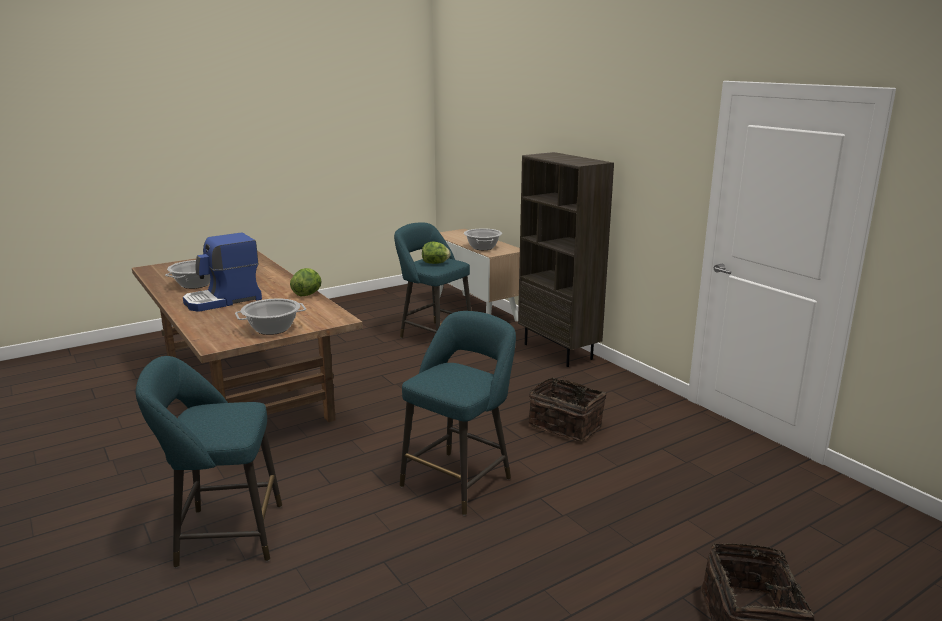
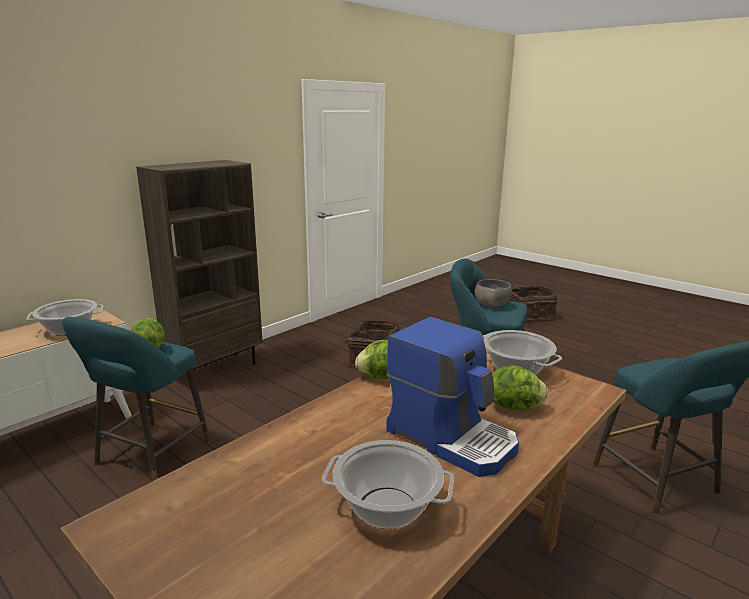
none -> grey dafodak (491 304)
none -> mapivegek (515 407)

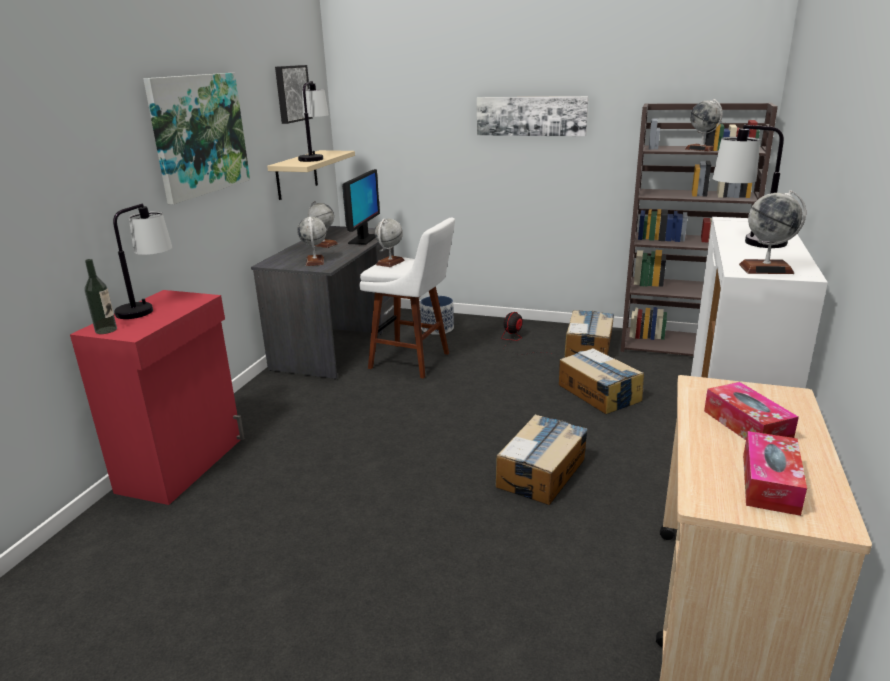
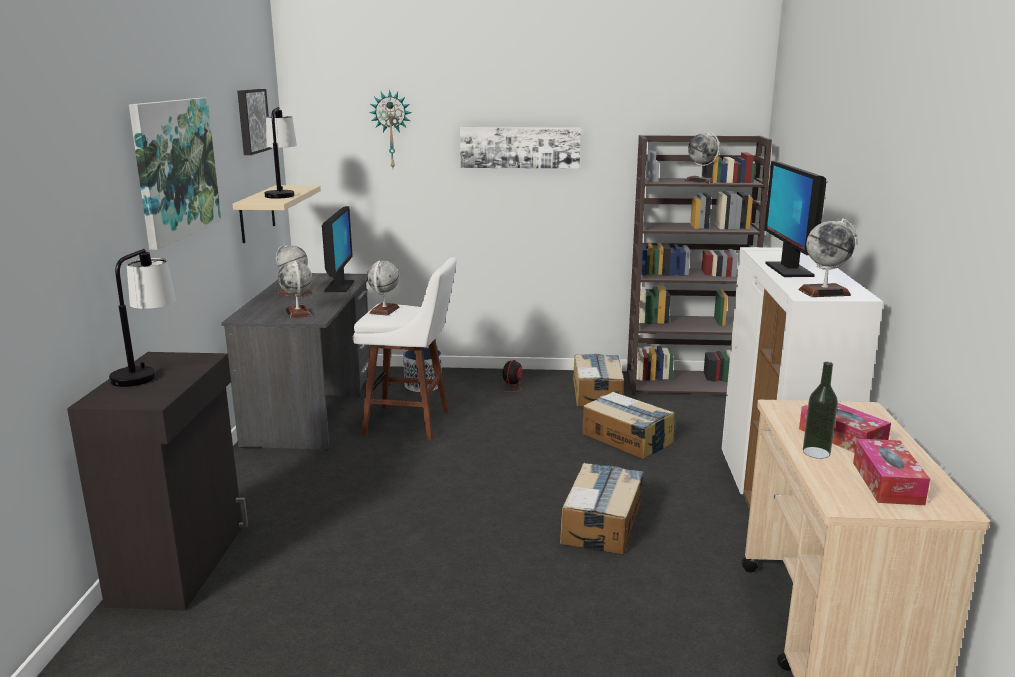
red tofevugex (184 464) -> black tofevugex (182 563)
none -> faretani (391 130)
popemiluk (745 242) -> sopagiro (788 270)
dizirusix (106 330) -> dizirusix (816 452), moved

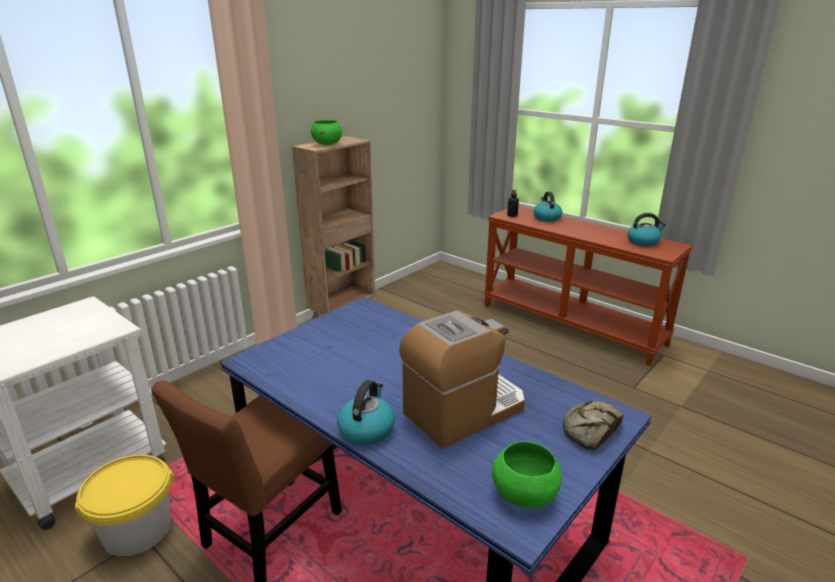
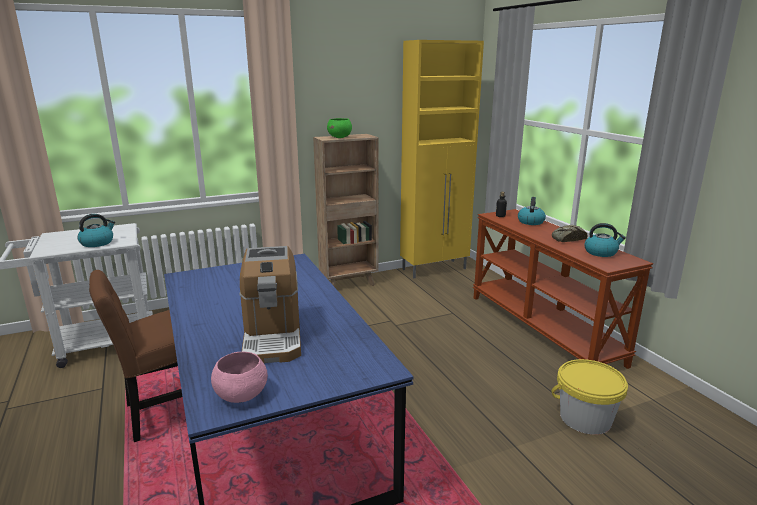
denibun (367 429) -> denibun (97 243), moved
green dafodak (524 495) -> pink dafodak (240 395)
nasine (464 411) -> nasine (273 336), 90 degrees clockwise
none -> yellow tofevugex (435 269)
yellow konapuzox (137 530) -> yellow konapuzox (585 418), moved
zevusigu (590 430) -> zevusigu (567 238), moved

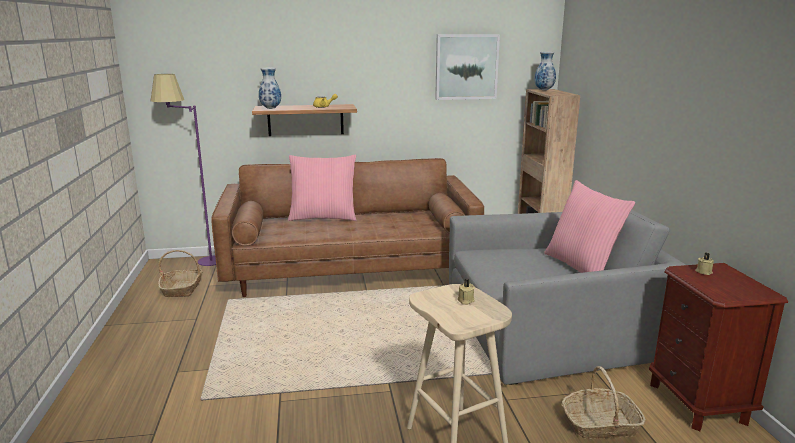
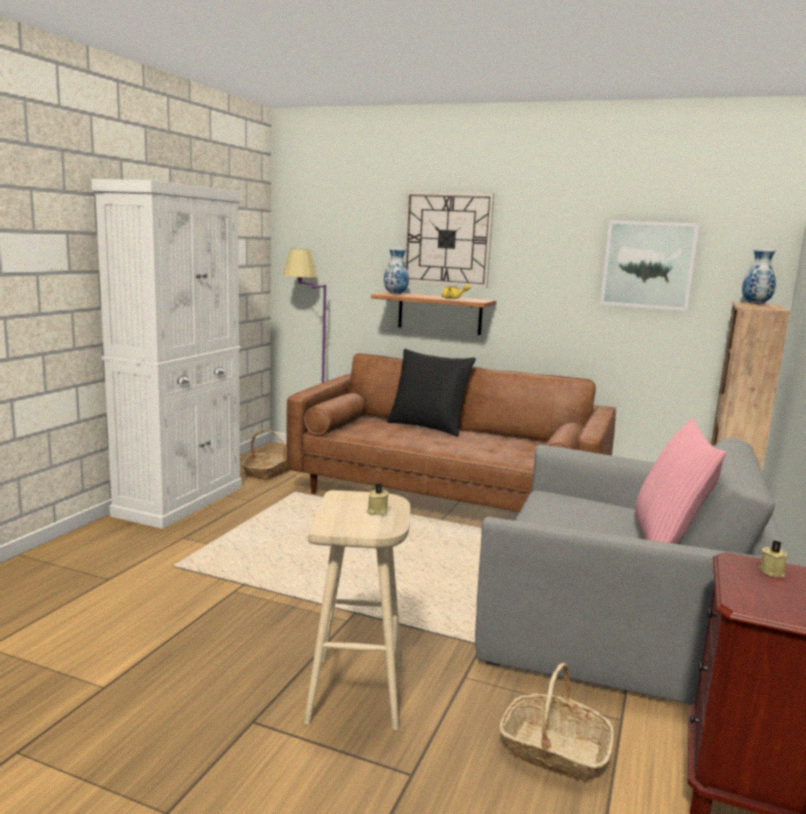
none -> white tofevugex (180 501)
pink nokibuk (323 217) -> black nokibuk (428 427)
none -> faretani (447 239)

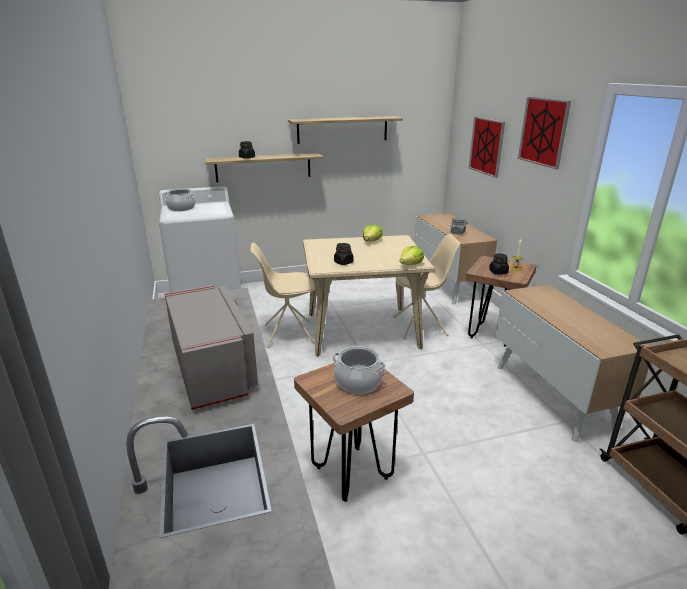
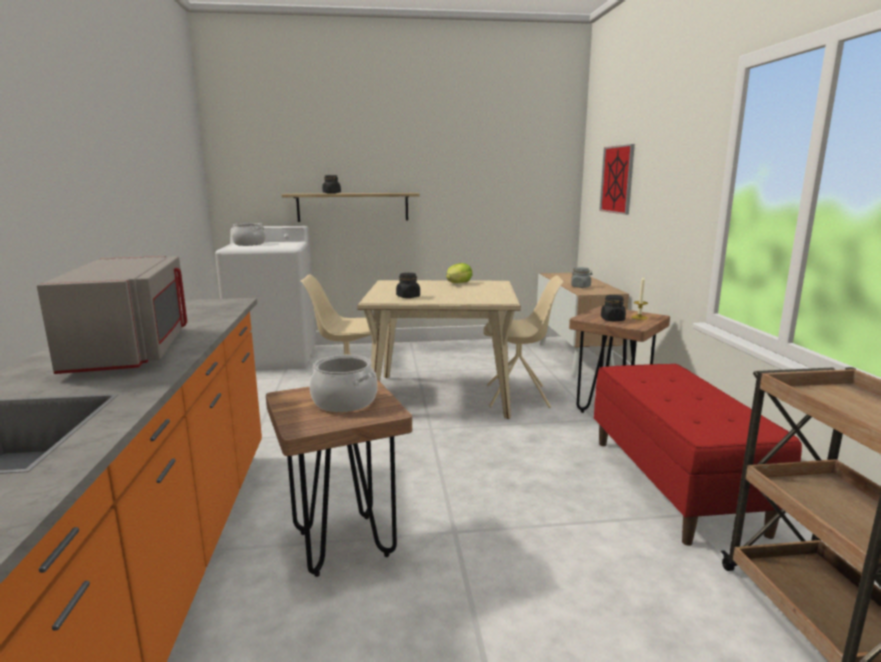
tofevugex (553 396) -> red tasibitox (674 483)
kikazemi (342 129) -> none
mapivegek (410 264) -> none
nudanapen (543 132) -> none

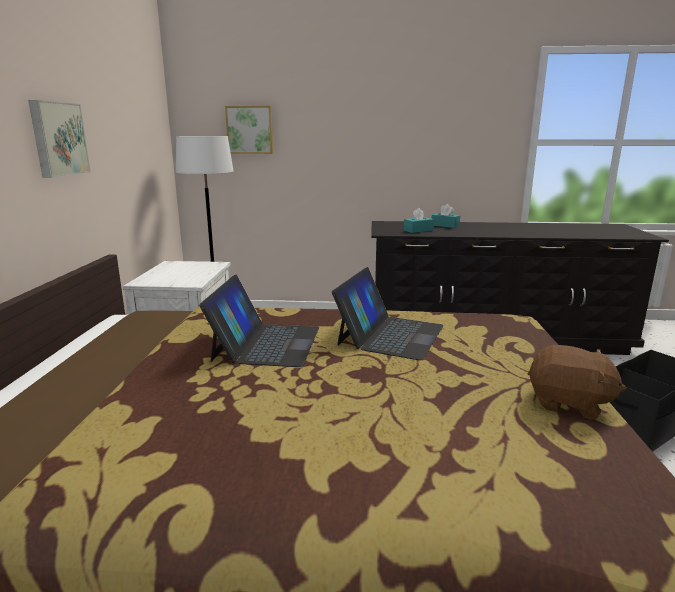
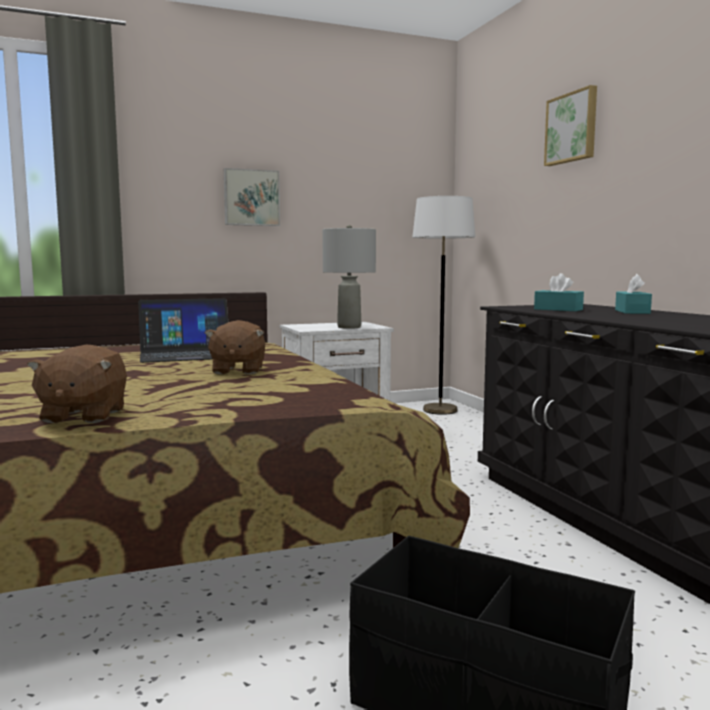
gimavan (390 335) -> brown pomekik (237 370)
none -> grey popemiluk (349 327)
nudanapen (250 130) -> nudanapen (572 128), moved

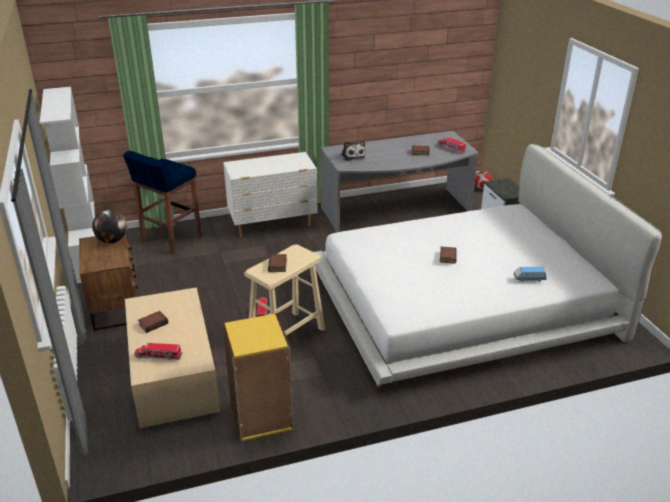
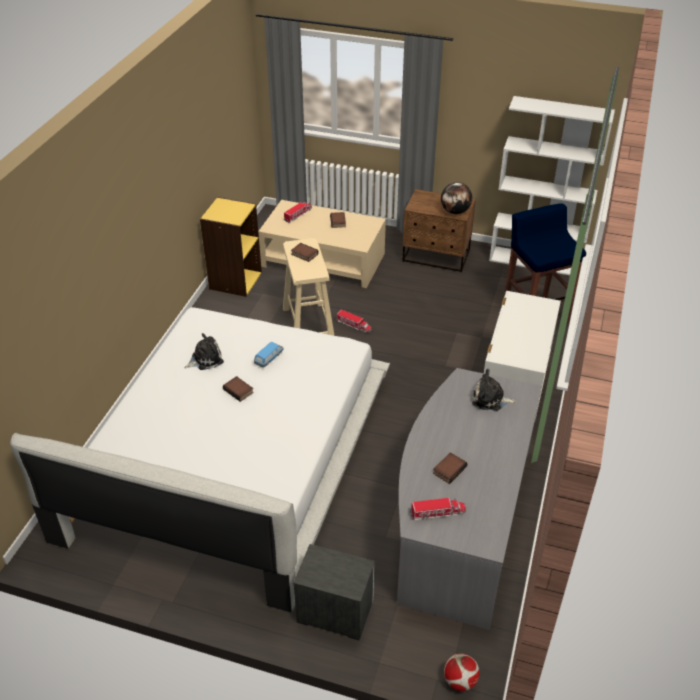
none -> pomekik (205 359)
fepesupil (529 278) -> fepesupil (269 358), moved

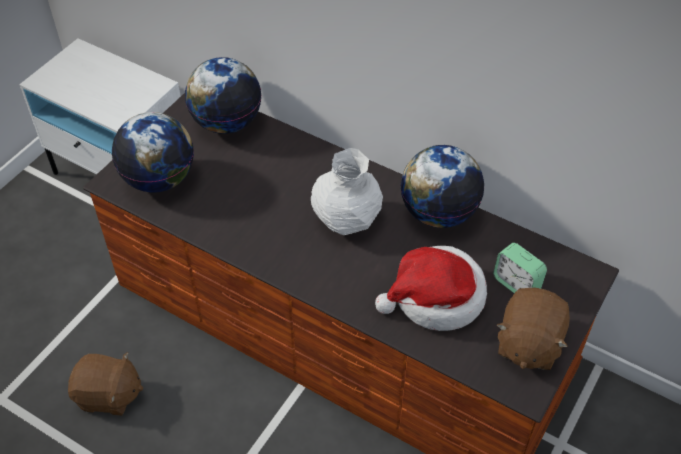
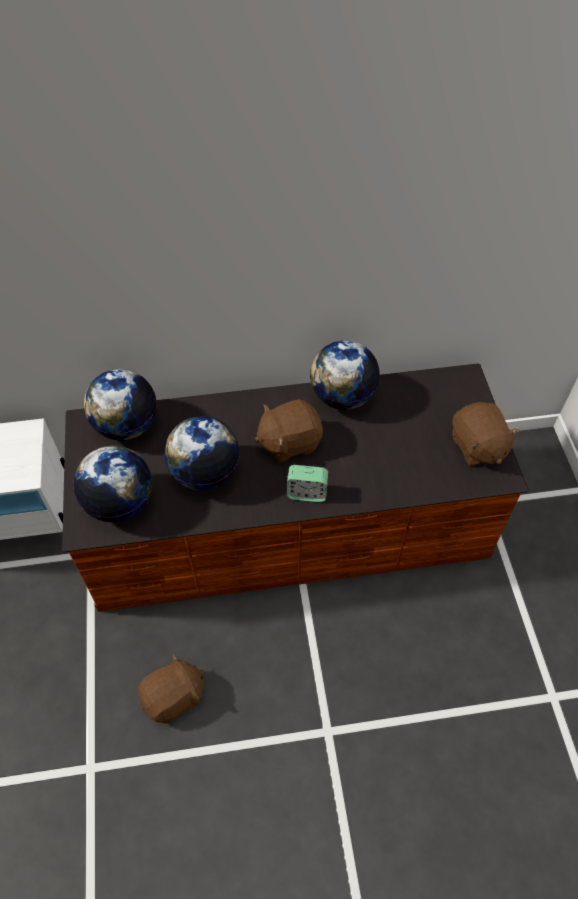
none -> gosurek (205 473)
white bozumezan (347 220) -> brown pomekik (289 442)
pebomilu (516 284) -> pebomilu (307 493), moved
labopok (435 298) -> none

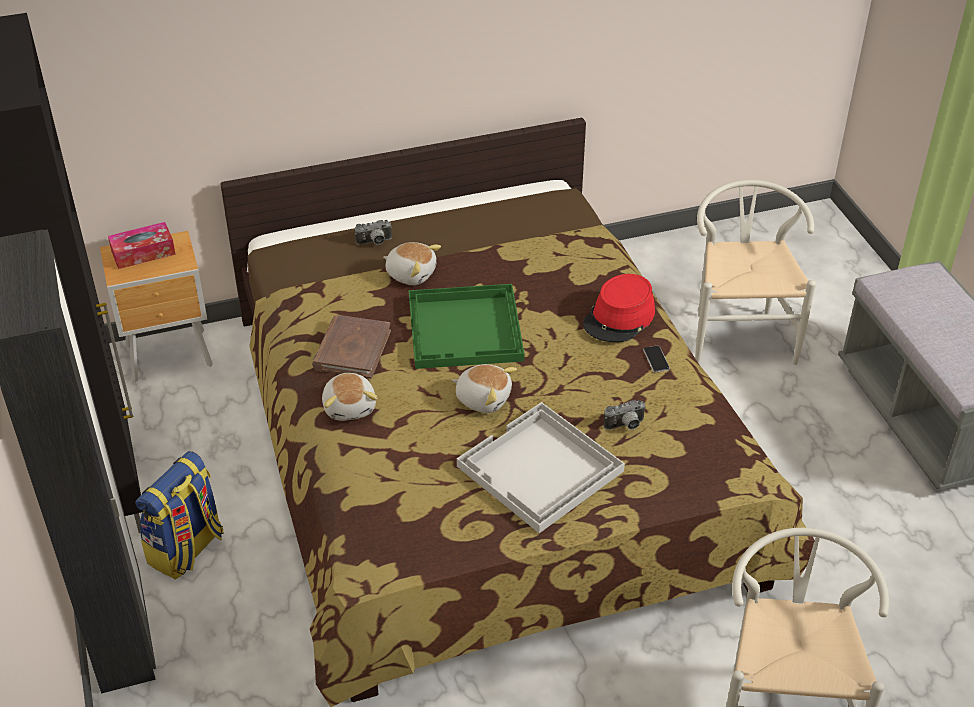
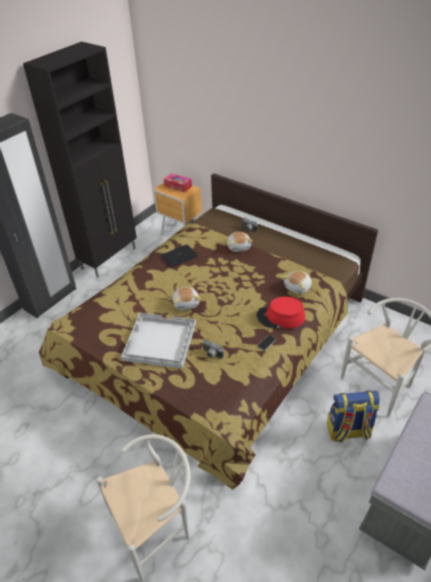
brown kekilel (352 350) -> gimavan (179 256)
pomekik (350 406) -> pomekik (298 287), moved
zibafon (187 550) -> zibafon (348 431), moved
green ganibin (466 329) -> none

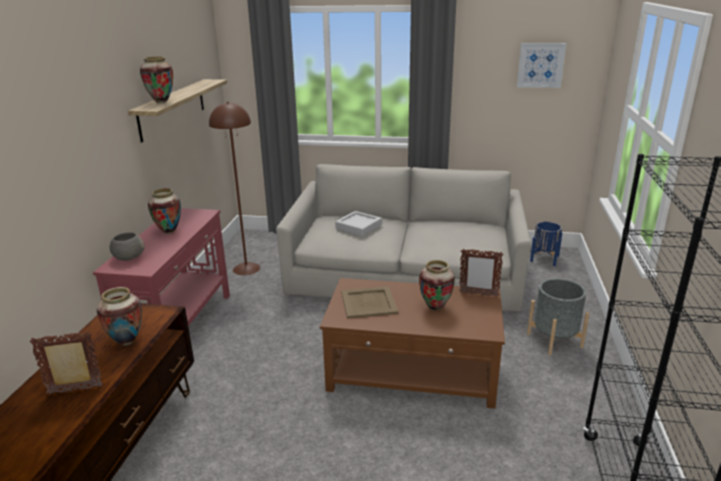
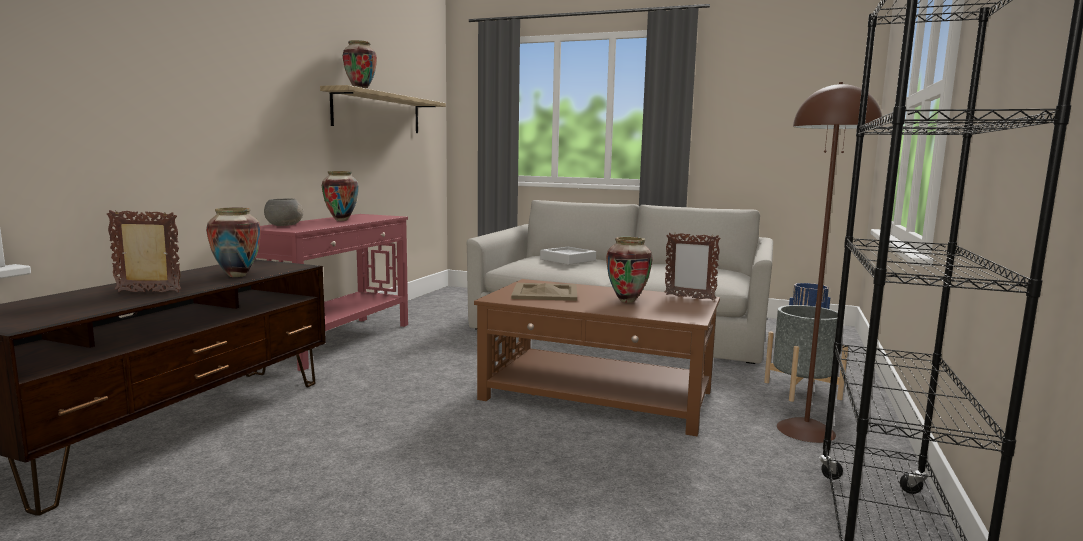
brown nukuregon (246 268) -> brown nukuregon (806 430), moved
nudanapen (540 65) -> none

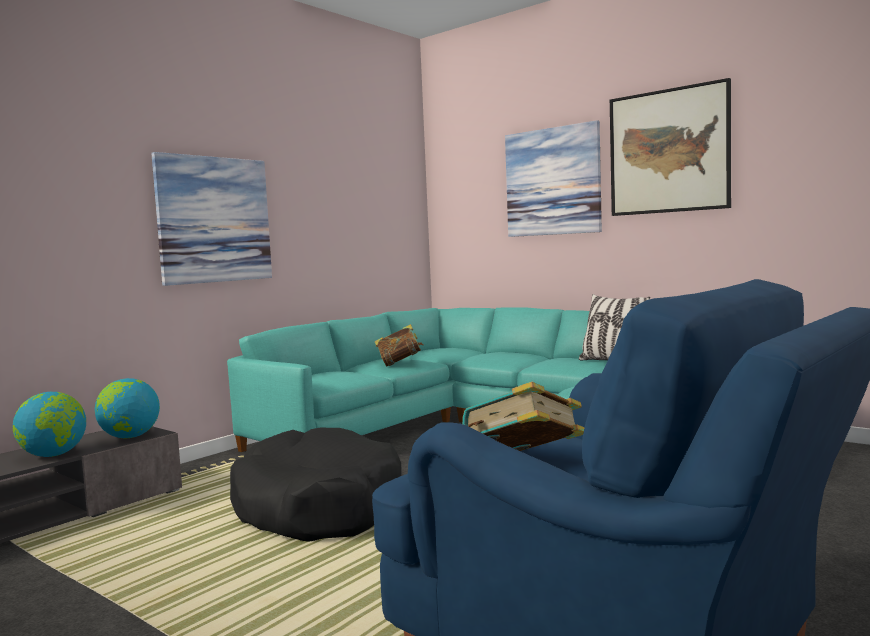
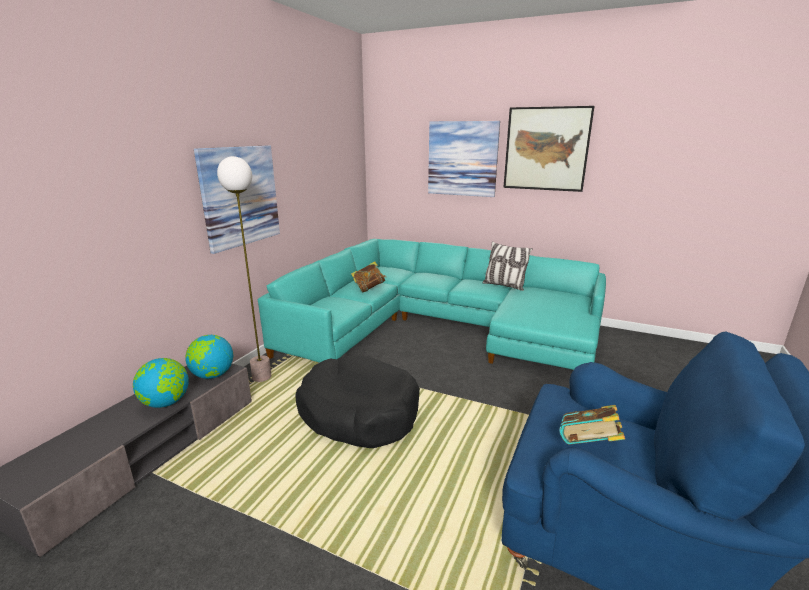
none -> nukuregon (262 377)

